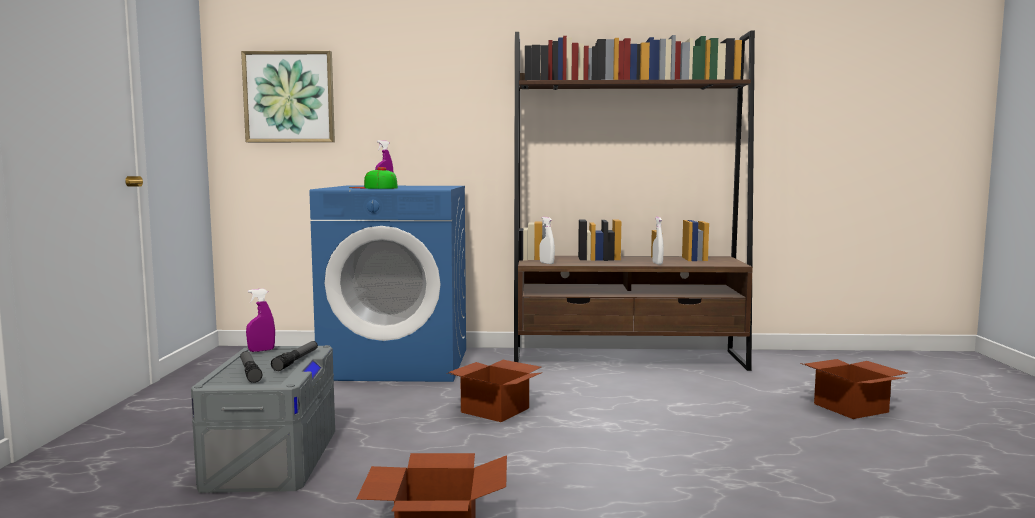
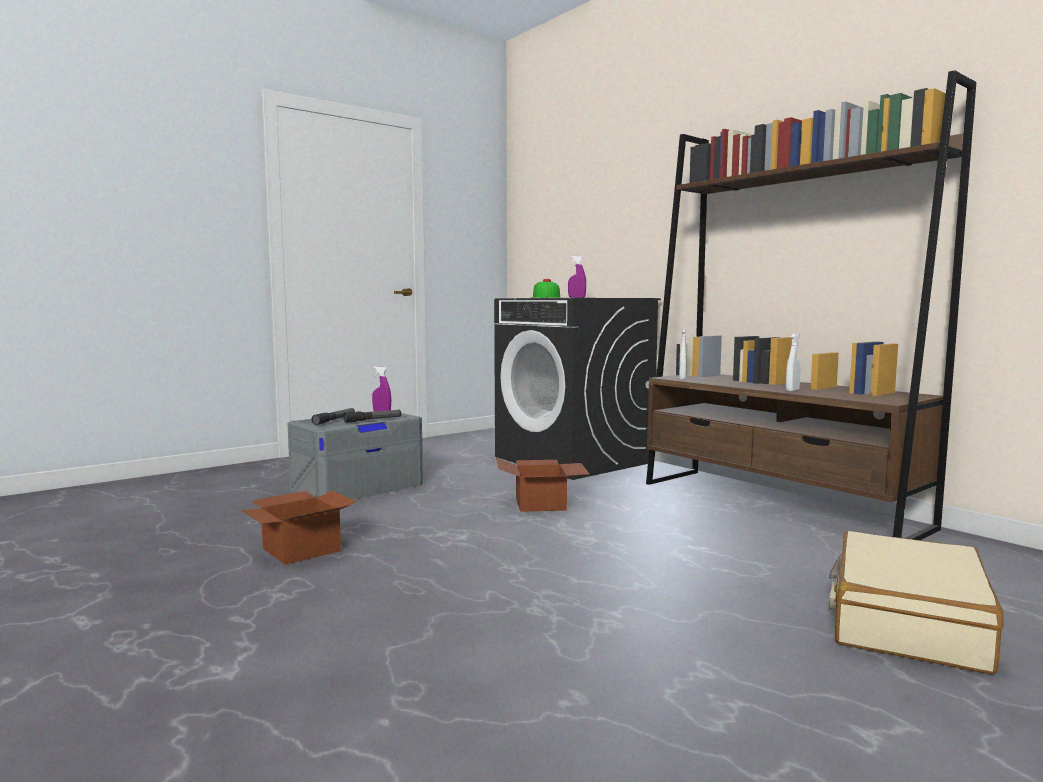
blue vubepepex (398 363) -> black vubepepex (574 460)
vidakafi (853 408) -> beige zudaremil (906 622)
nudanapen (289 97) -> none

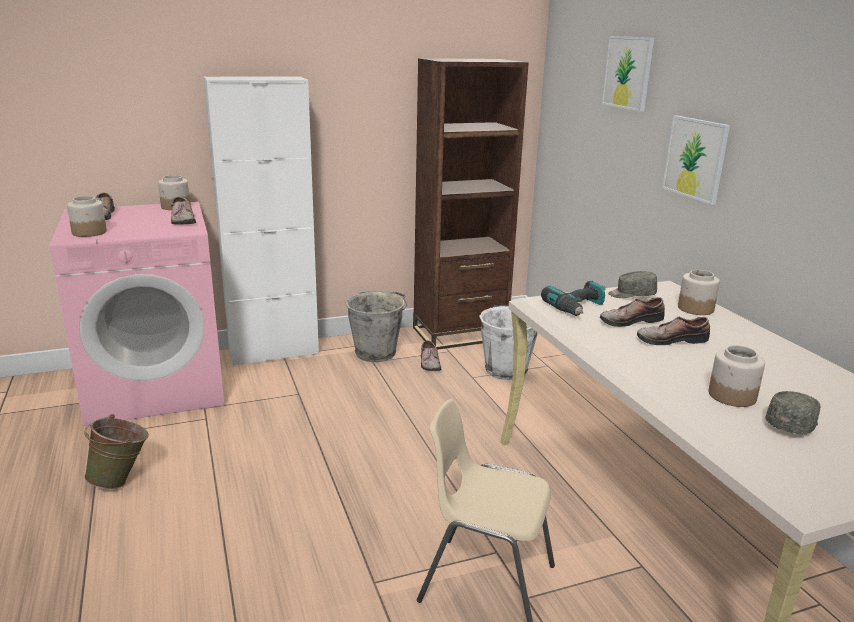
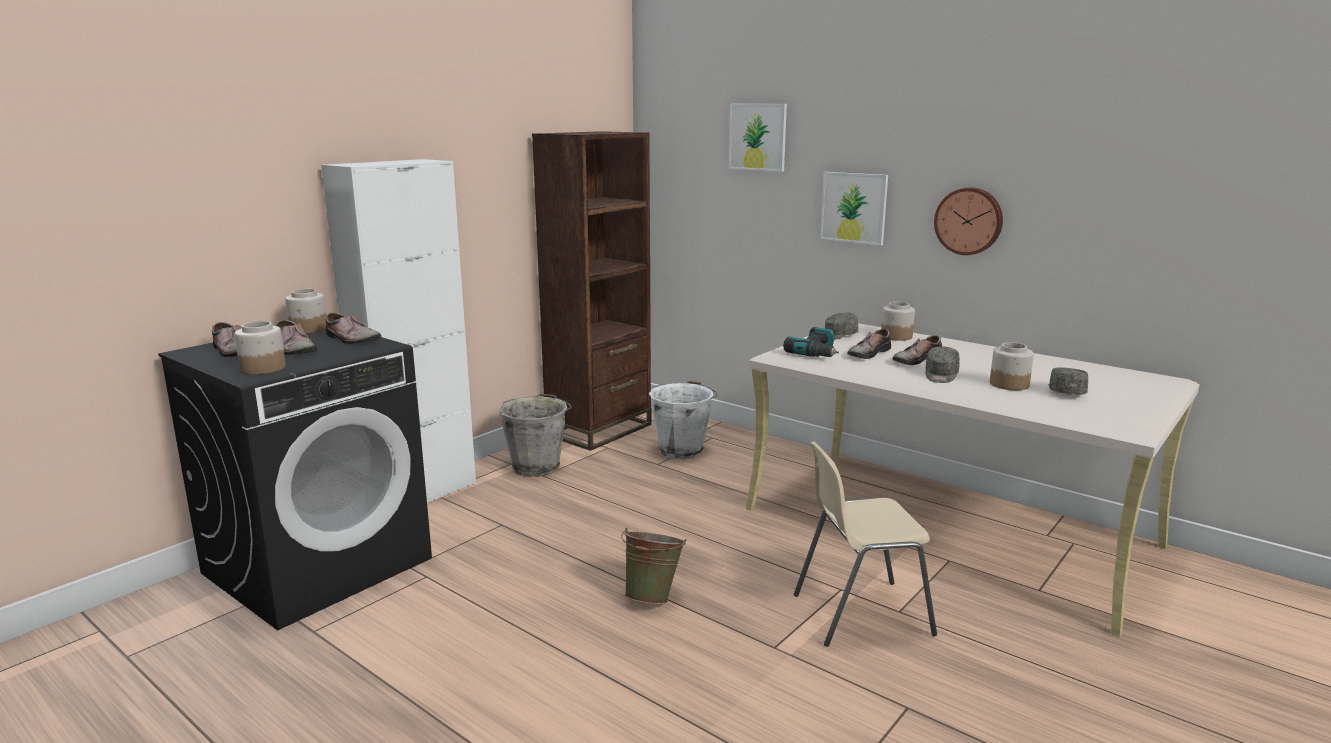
pink vubepepex (156 387) -> black vubepepex (319 565)
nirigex (429 363) -> nirigex (293 349), moved
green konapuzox (122 480) -> green konapuzox (653 597), moved
none -> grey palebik (940 375)
none -> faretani (969 221)

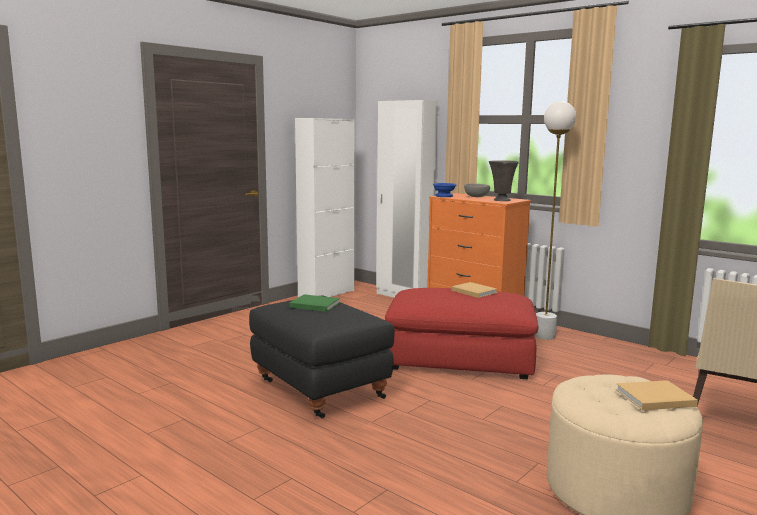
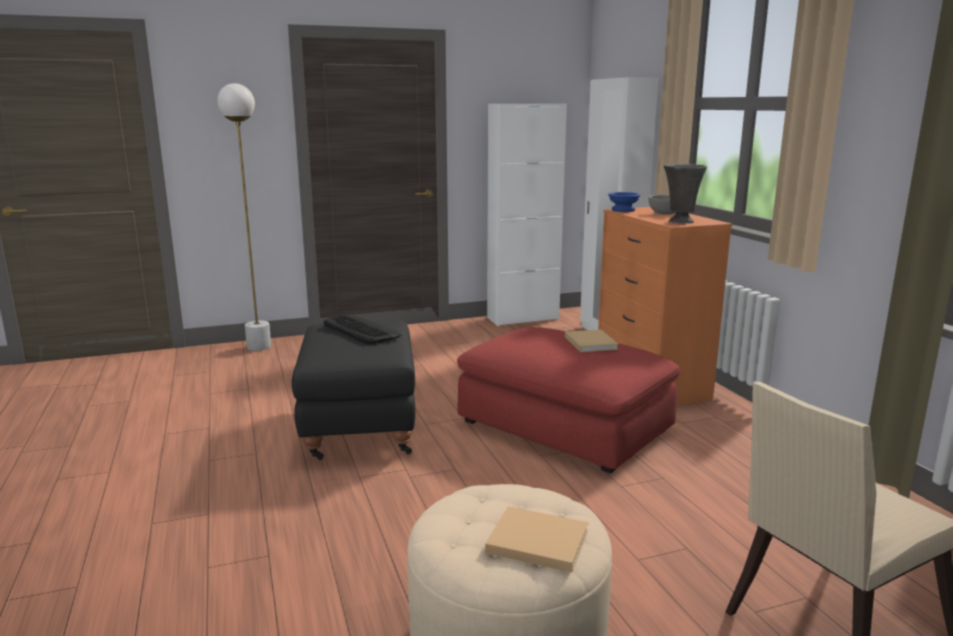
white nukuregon (544 336) -> white nukuregon (259 347), moved
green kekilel (313 305) -> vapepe (361 330)

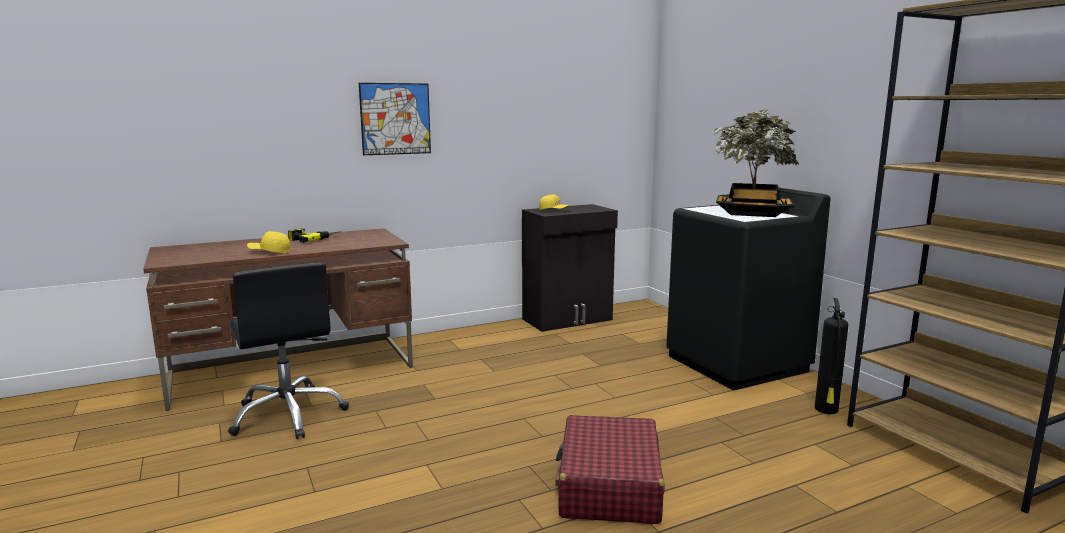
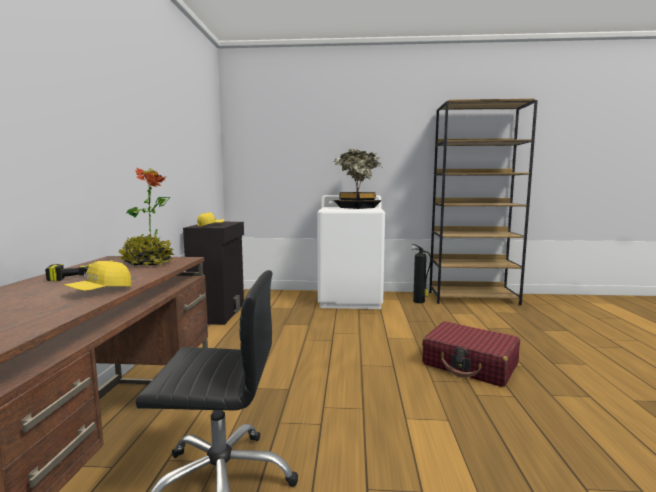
none -> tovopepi (148 263)
black vubepepex (737 363) -> white vubepepex (351 299)
nudanapen (395 119) -> none

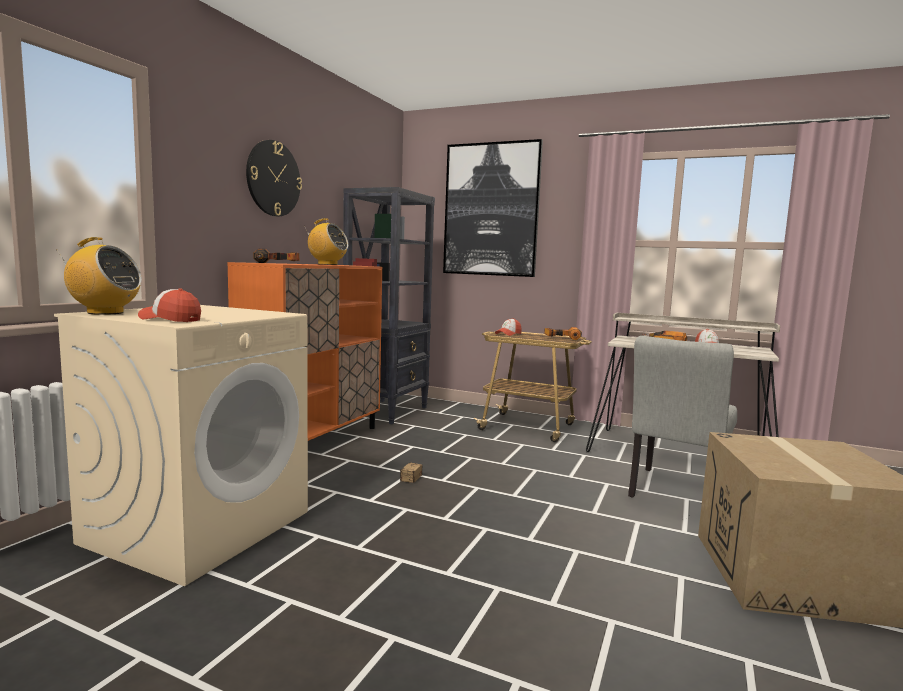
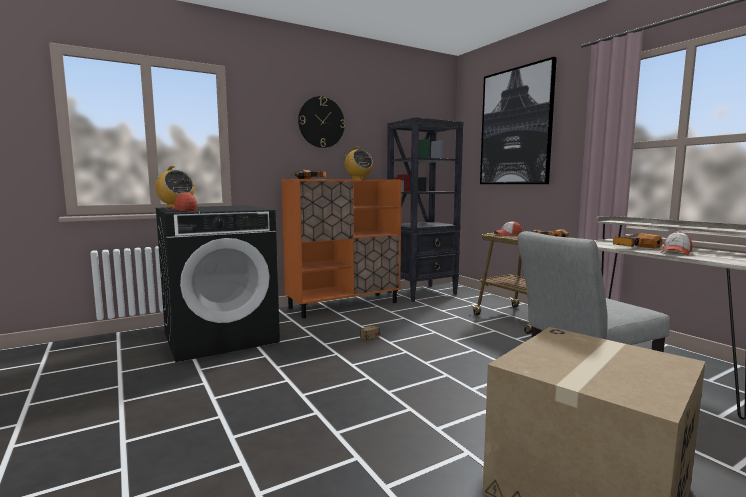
beige vubepepex (199 526) -> black vubepepex (221 337)

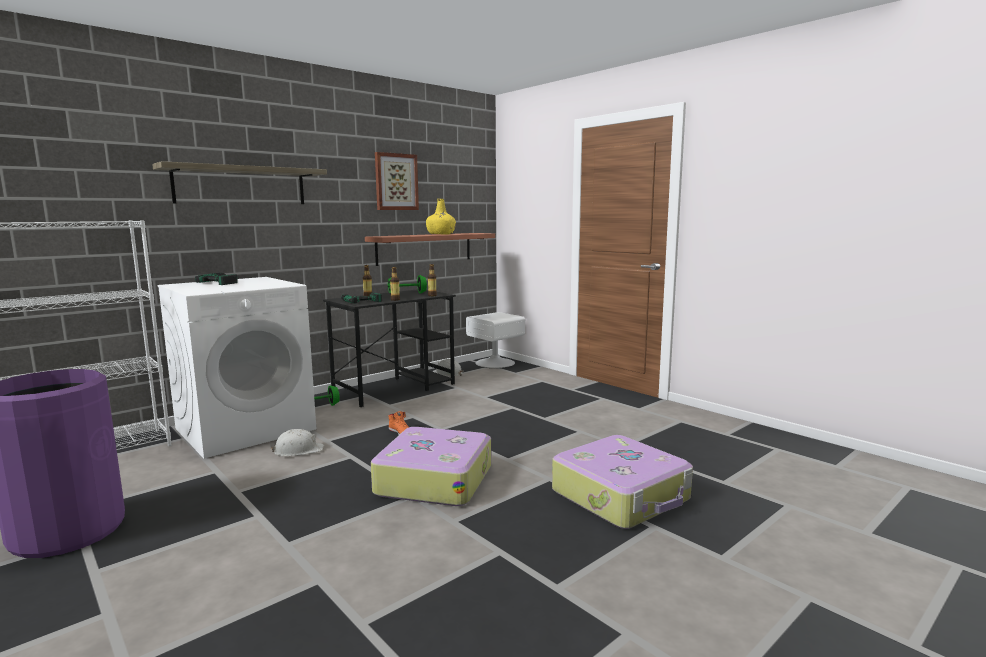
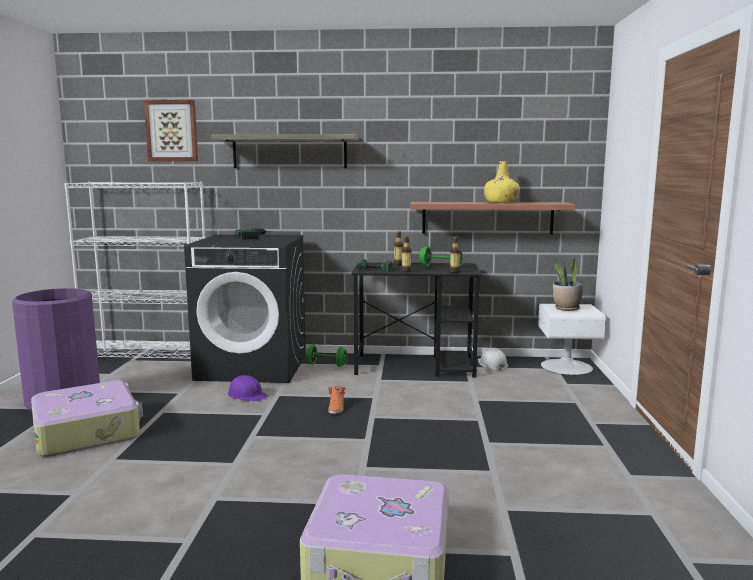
zudaremil (434 479) -> zudaremil (88 431), moved
nudanapen (396 182) -> nudanapen (172 131), moved
white vubepepex (246 428) -> black vubepepex (253 367)
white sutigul (298 450) -> purple sutigul (247 395)
none -> tovopepi (566 309)

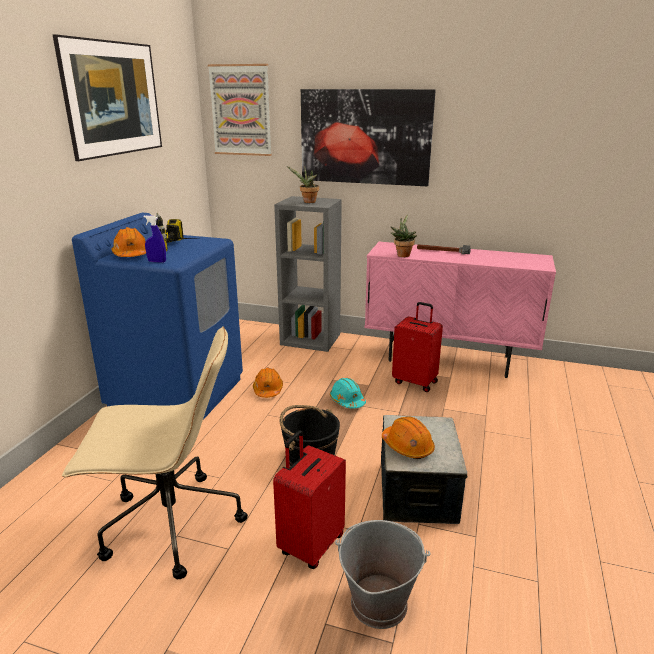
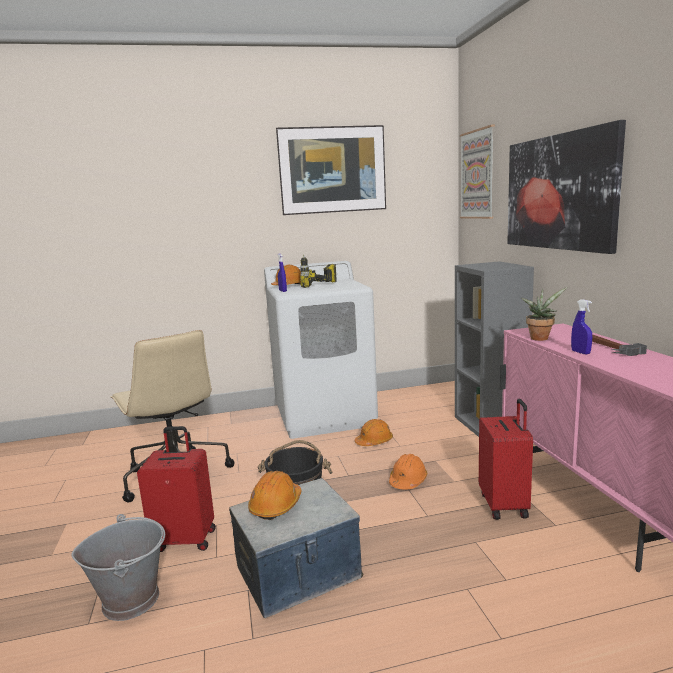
blue vubepepex (177 393) -> white vubepepex (325 415)
turquoise sutigul (347 401) -> orange sutigul (408 481)
none -> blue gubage (580 352)
tovopepi (308 202) -> none

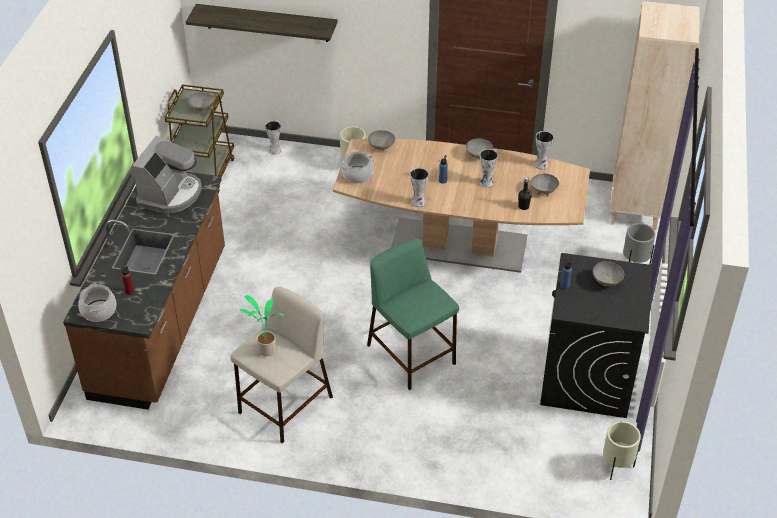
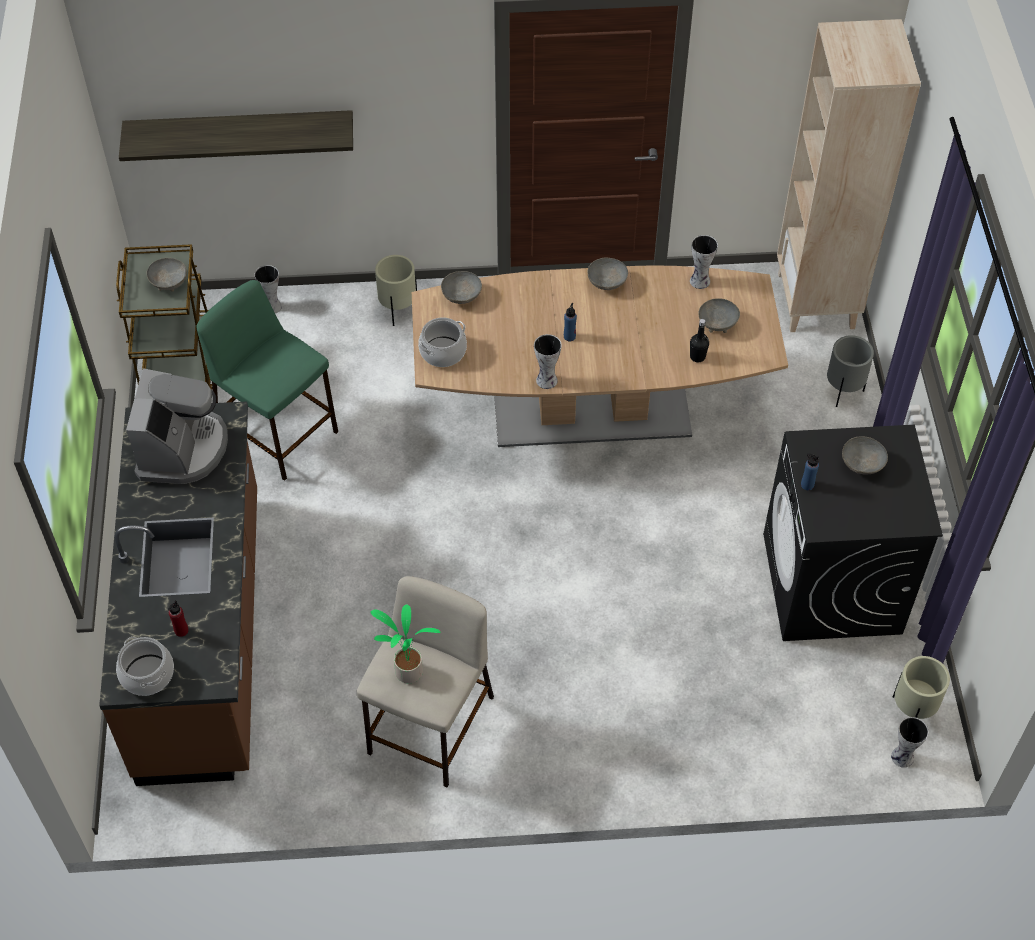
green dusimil (412 355) -> green dusimil (277 431), moved
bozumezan (487 183) -> bozumezan (903 757), moved

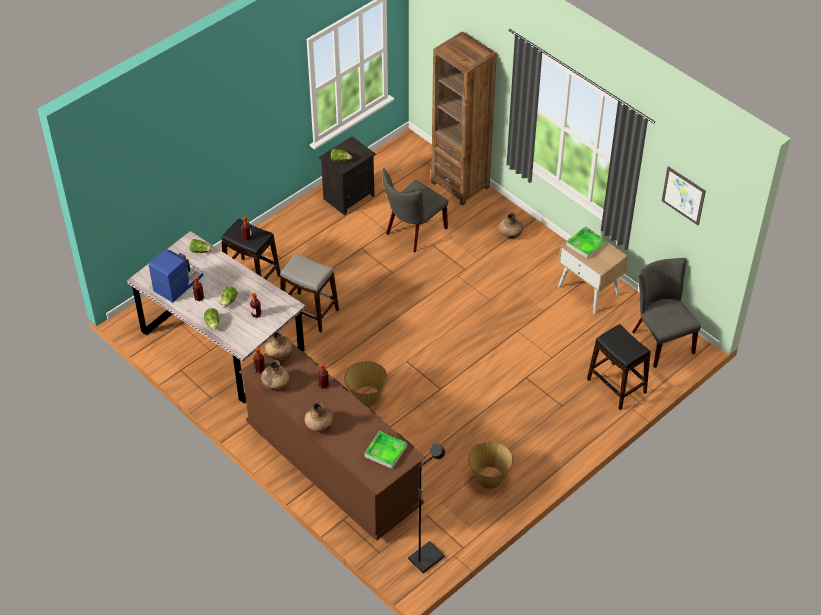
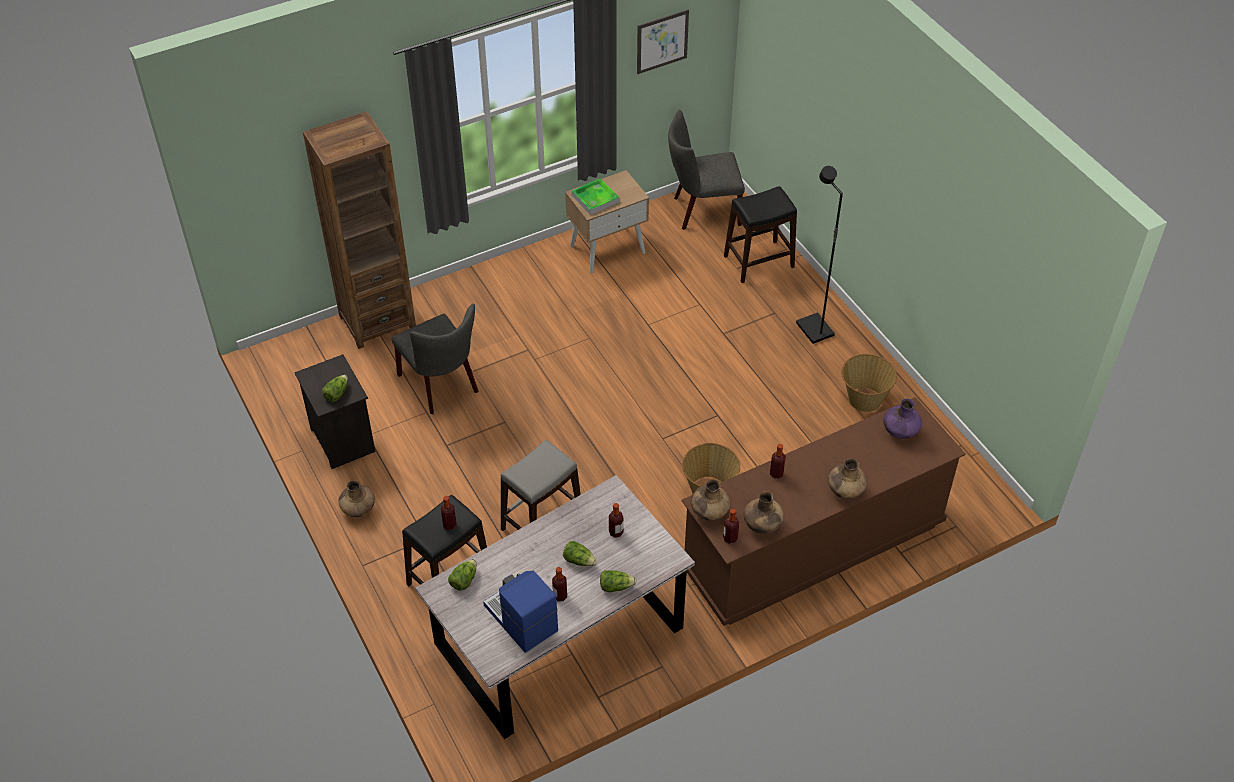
brown bozumezan (510 234) -> brown bozumezan (358 509), moved
black nukuregon (426 557) -> black nukuregon (813 329), moved
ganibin (386 451) -> purple bozumezan (900 432)

